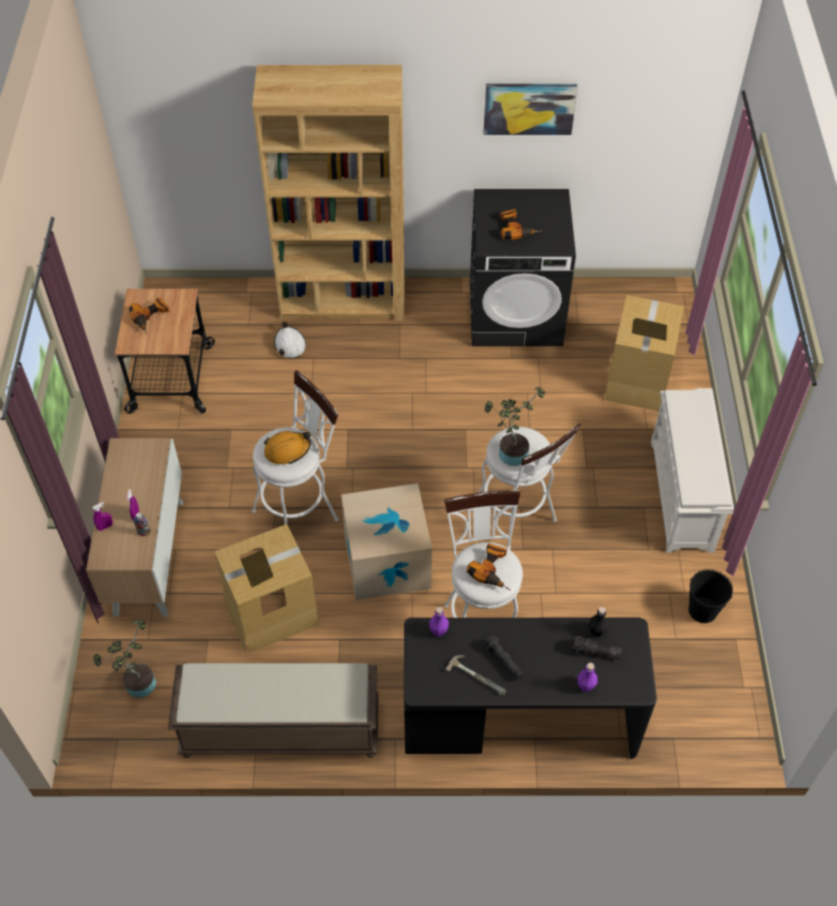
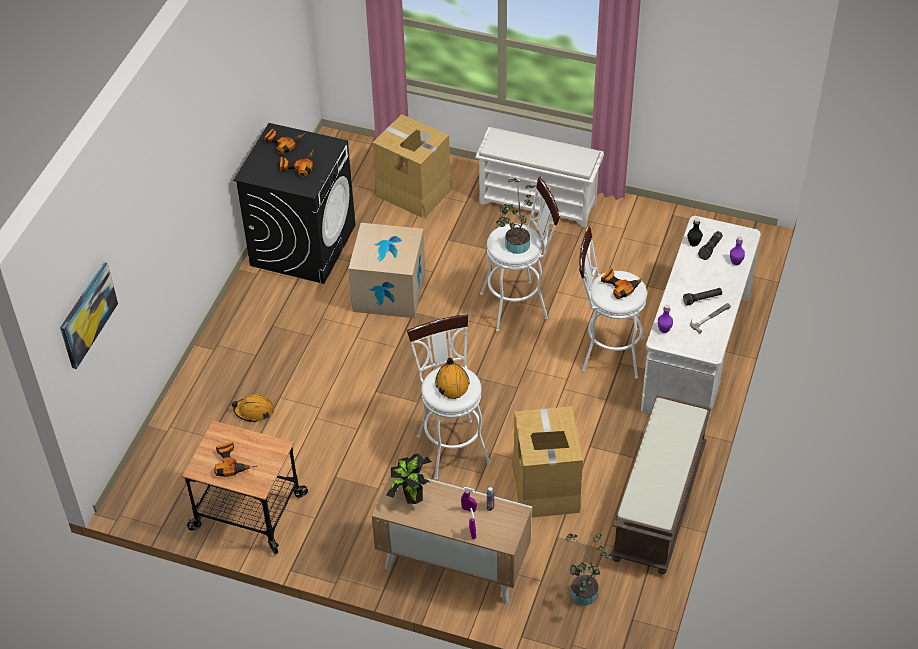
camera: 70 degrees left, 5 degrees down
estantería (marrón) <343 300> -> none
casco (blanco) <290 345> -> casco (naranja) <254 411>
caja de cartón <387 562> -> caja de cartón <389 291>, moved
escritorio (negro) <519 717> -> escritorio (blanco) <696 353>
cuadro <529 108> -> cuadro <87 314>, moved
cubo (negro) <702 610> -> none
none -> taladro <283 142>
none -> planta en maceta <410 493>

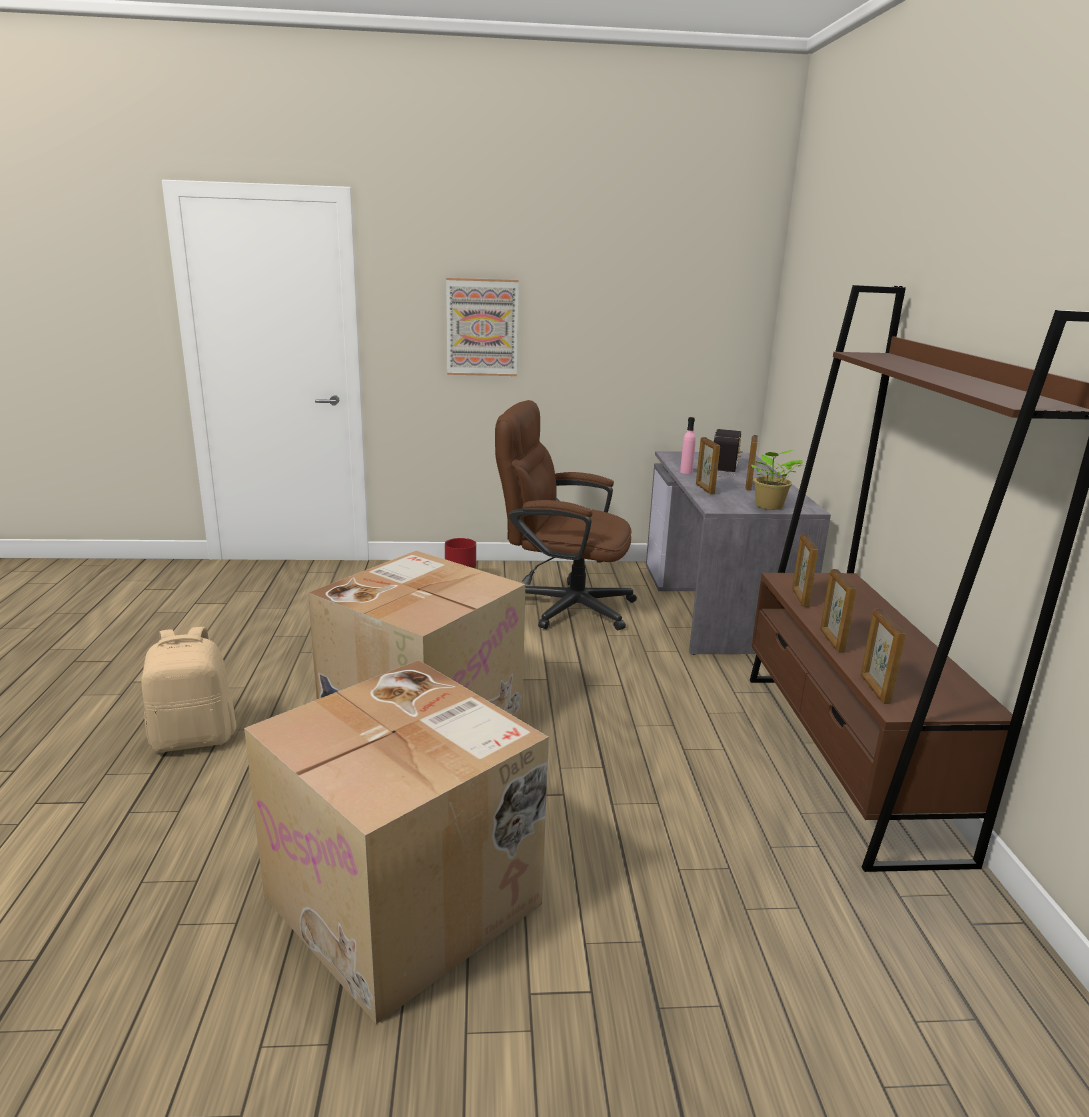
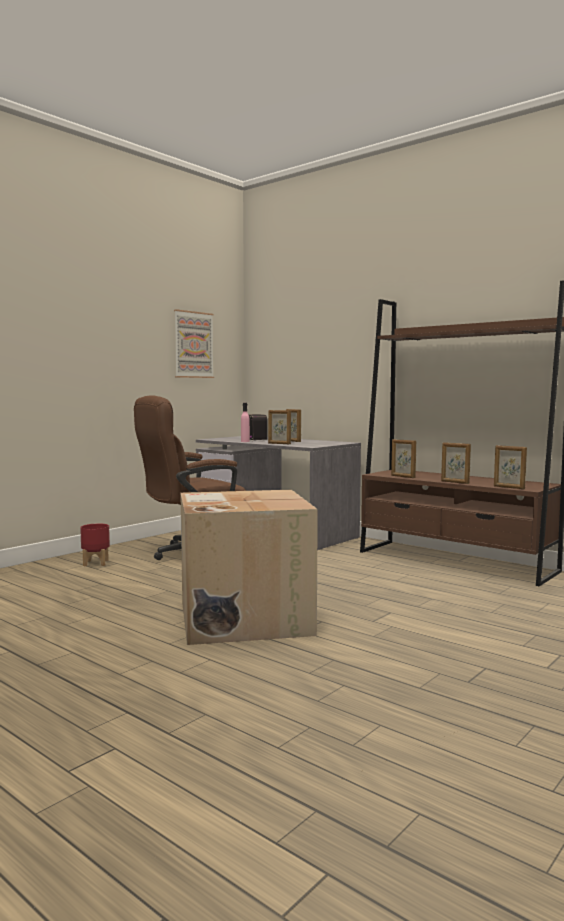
camera: 45 degrees left, 15 degrees down
mochila (beis) <194 738> -> none
caja de cartón <407 900> -> none
cuadro <482 327> -> cuadro <193 345>, moved
planta en maceta <769 507> -> none

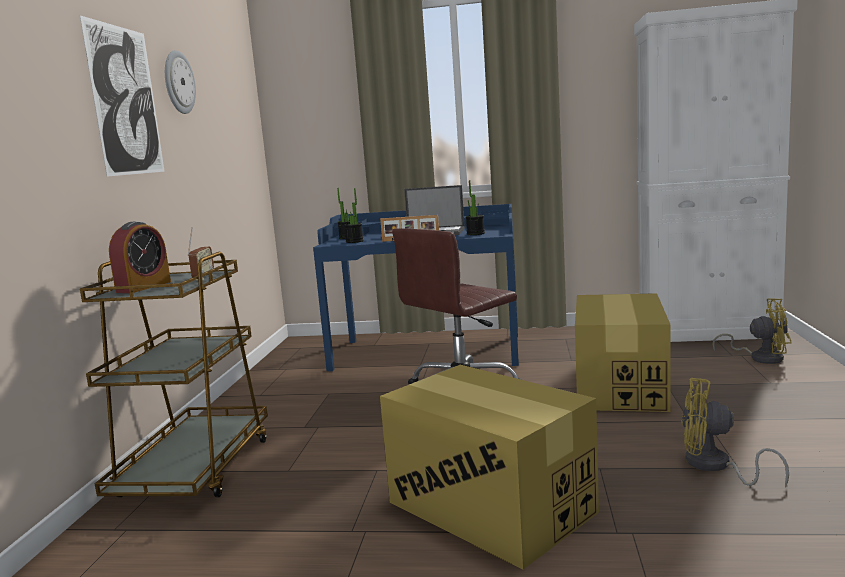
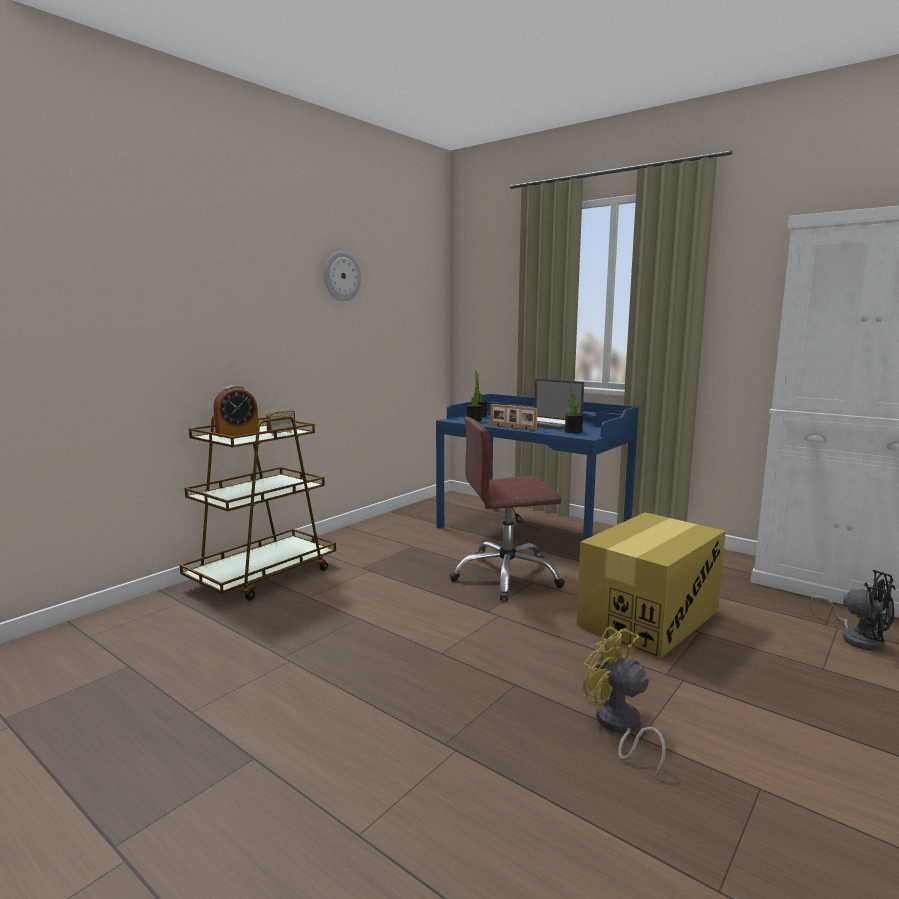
camera: 30 degrees right, 0 degrees up
cuadro <125 101> -> none
caja de cartón <490 507> -> none
ventilador (amarillo) <760 357> -> ventilador (negro) <857 637>

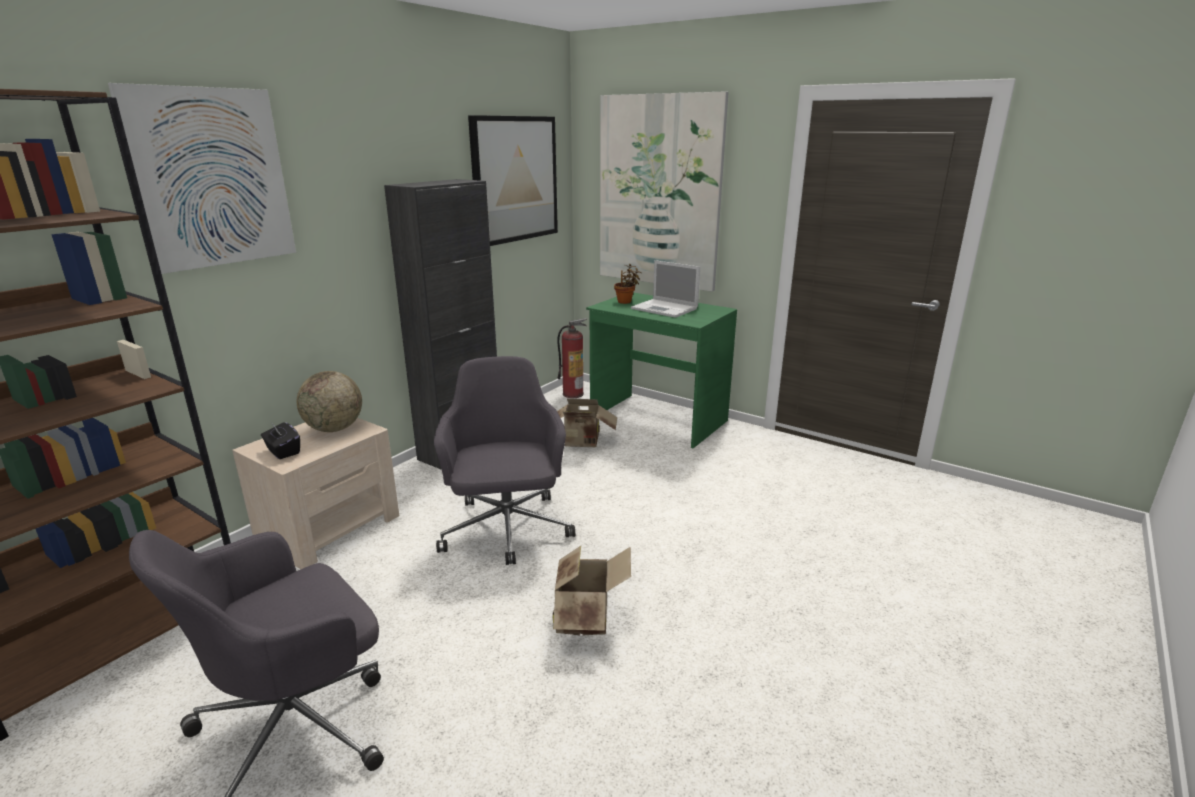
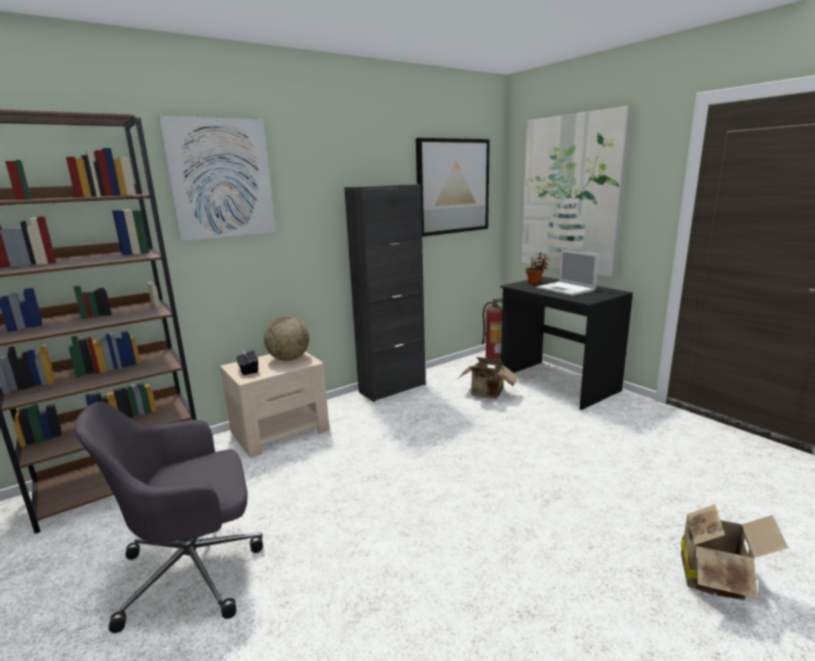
camera: 20 degrees right, 5 degrees down
silla de oficina (gris) <507 530> -> none
caja de cartón <588 617> -> caja de cartón <716 577>, moved
escritorio (verde) <657 420> -> escritorio (negro) <557 383>

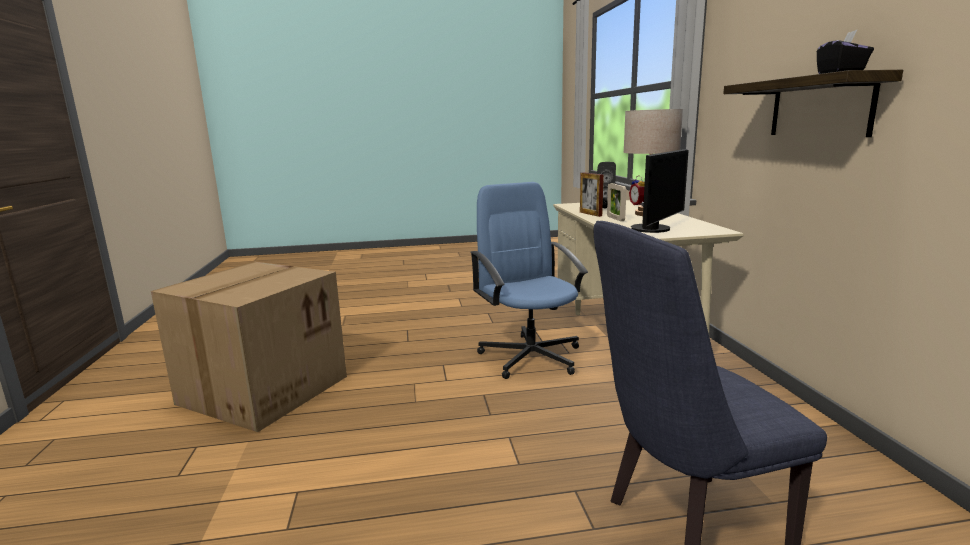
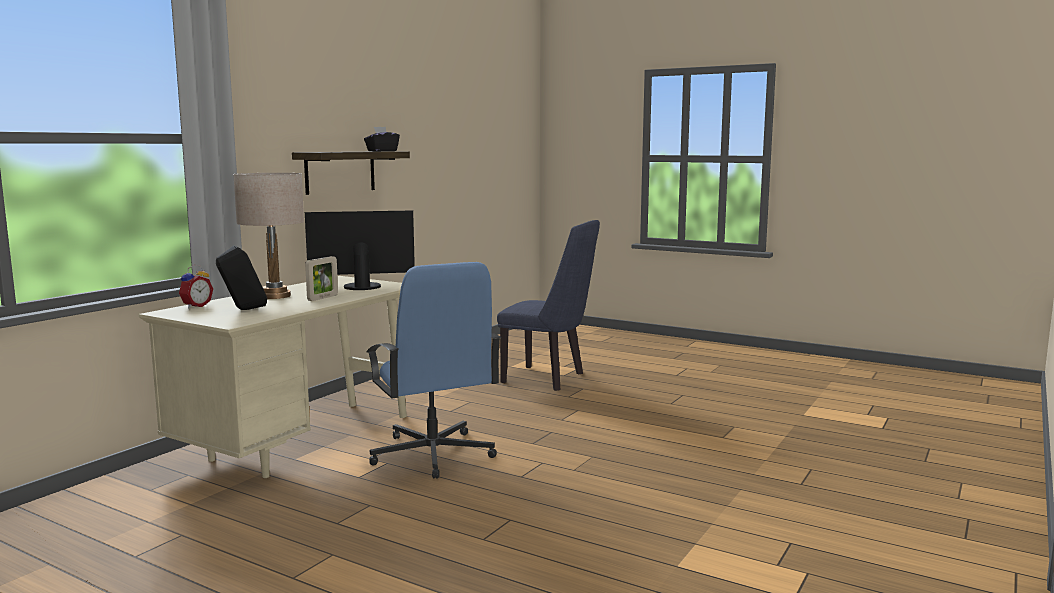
camera: 140 degrees left, 5 degrees down
caja de cartón <264 388> -> none
silla de oficina (azul) <530 356> -> silla de oficina (azul) <432 455>, 45 degrees counterclockwise
portarretratos <590 214> -> none

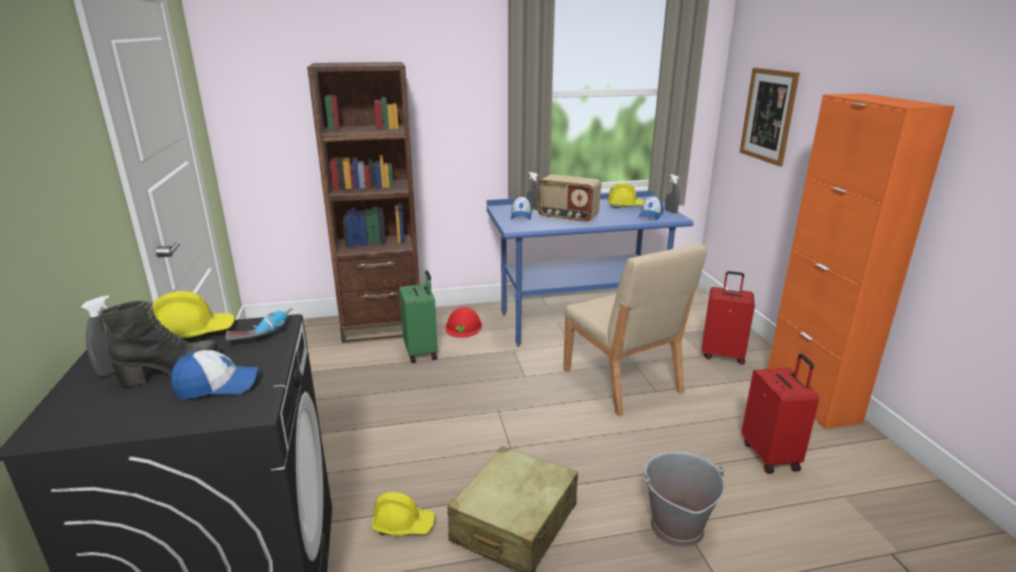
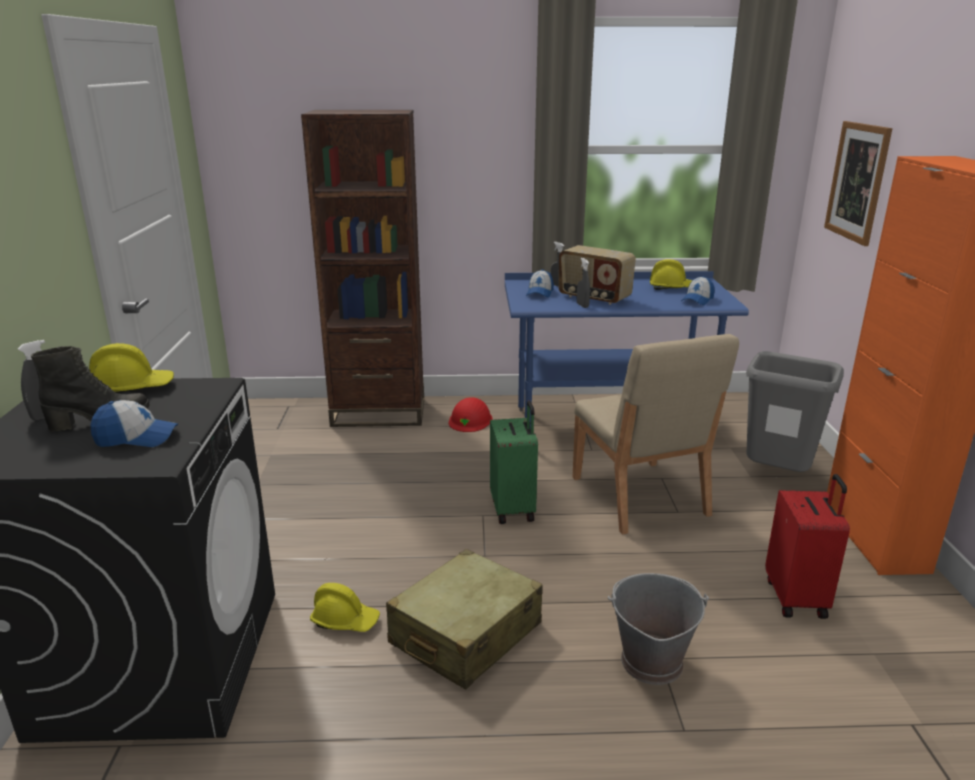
camera: 10 degrees right, 0 degrees up
taladro <263 332> -> none
maleta (verde) <422 352> -> maleta (verde) <514 509>, moved
pulverizador (gris) <670 212> -> pulverizador (gris) <582 305>, moved
maleta (rojo) <722 354> -> papelera (gris) <776 477>

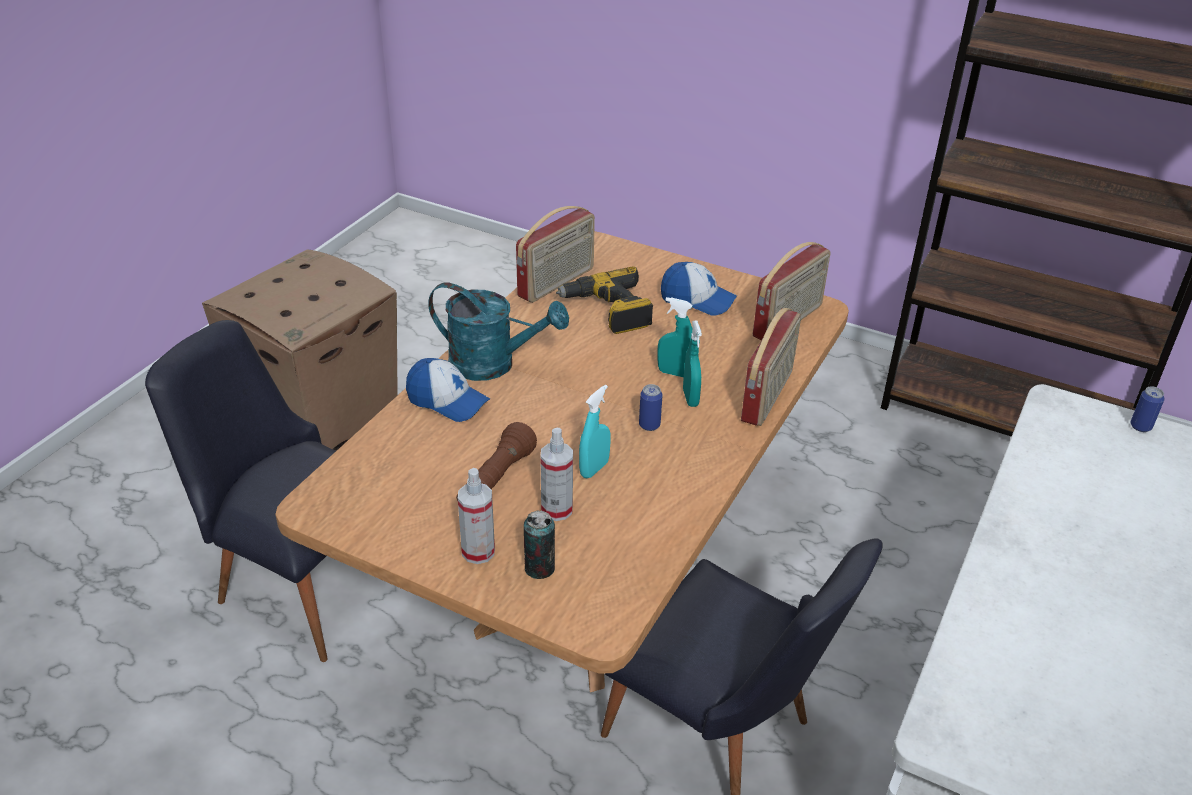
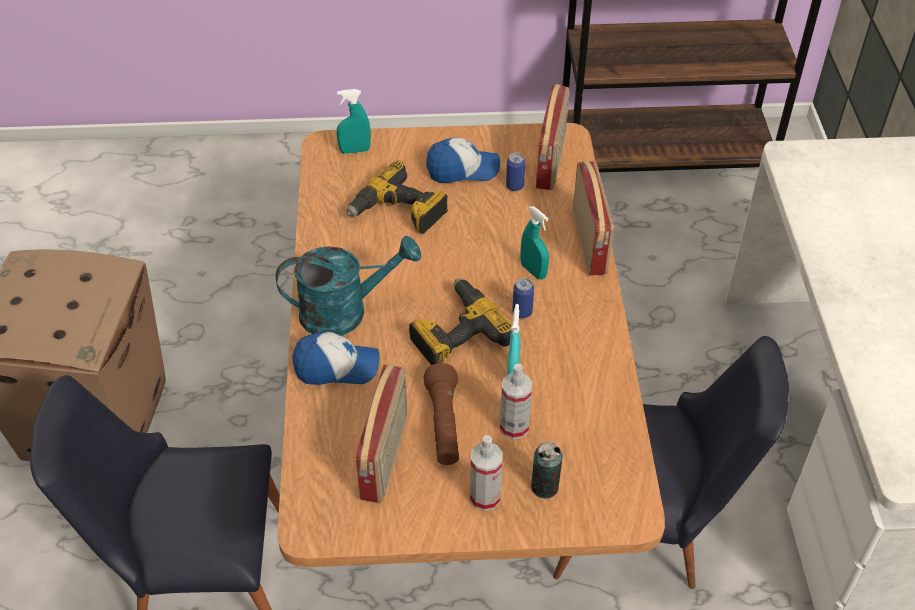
camera: 30 degrees left, 10 degrees up
radio <557 283> -> radio <386 456>, moved
pulverizador (turquesa) <674 373> -> pulverizador (turquesa) <355 150>, moved
lata <1140 426> -> lata <514 186>, moved
none -> taladro <455 333>

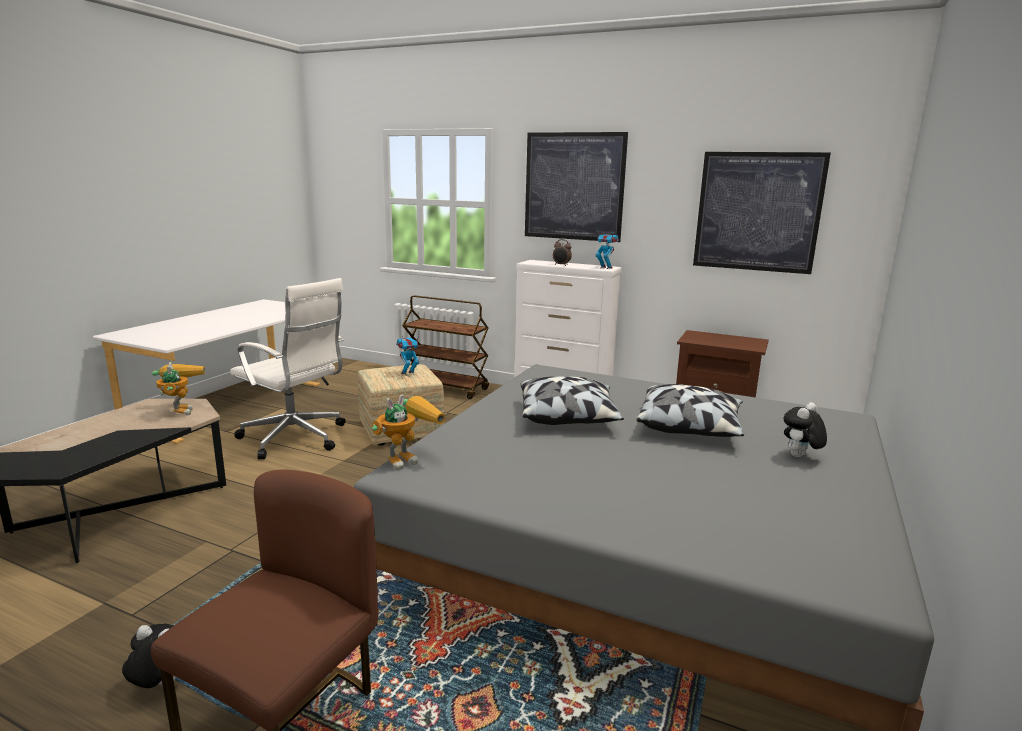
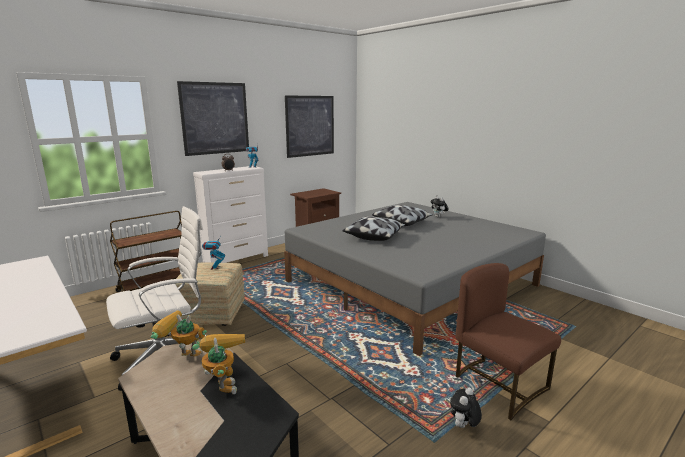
camera: 65 degrees left, 0 degrees up
robot de juguete <409 458> -> robot de juguete <222 384>, moved

